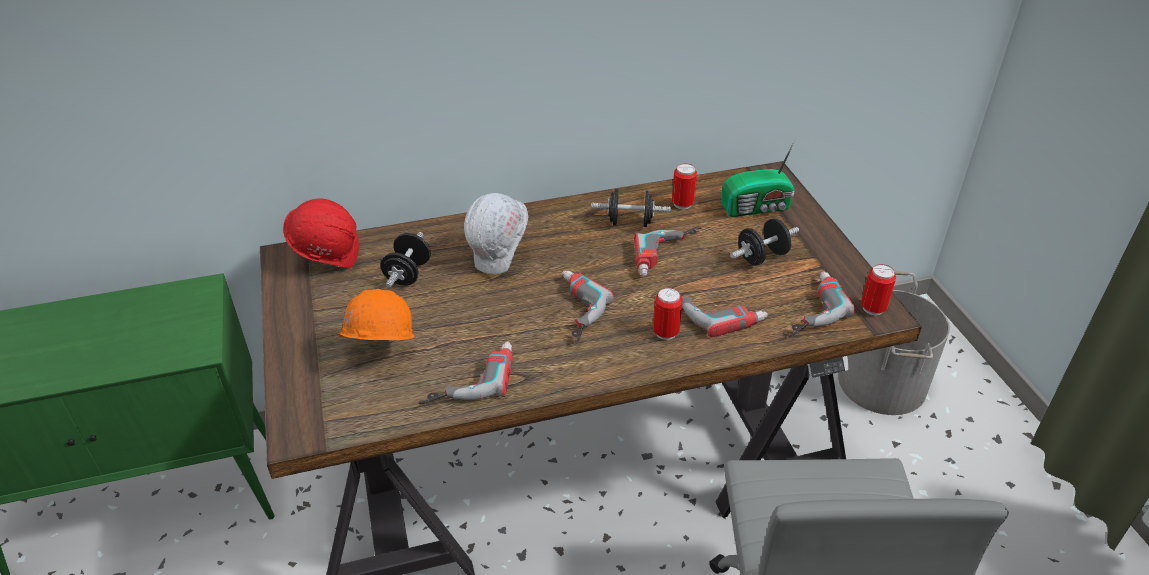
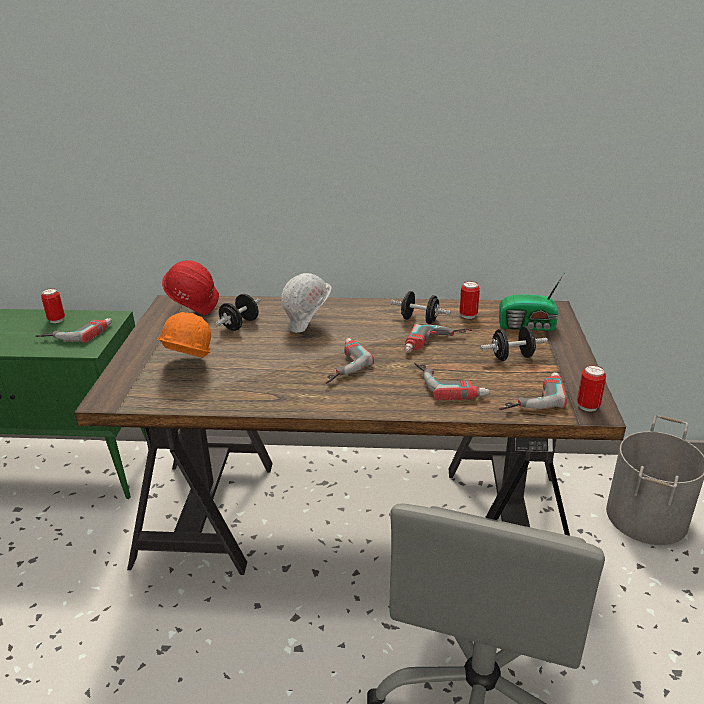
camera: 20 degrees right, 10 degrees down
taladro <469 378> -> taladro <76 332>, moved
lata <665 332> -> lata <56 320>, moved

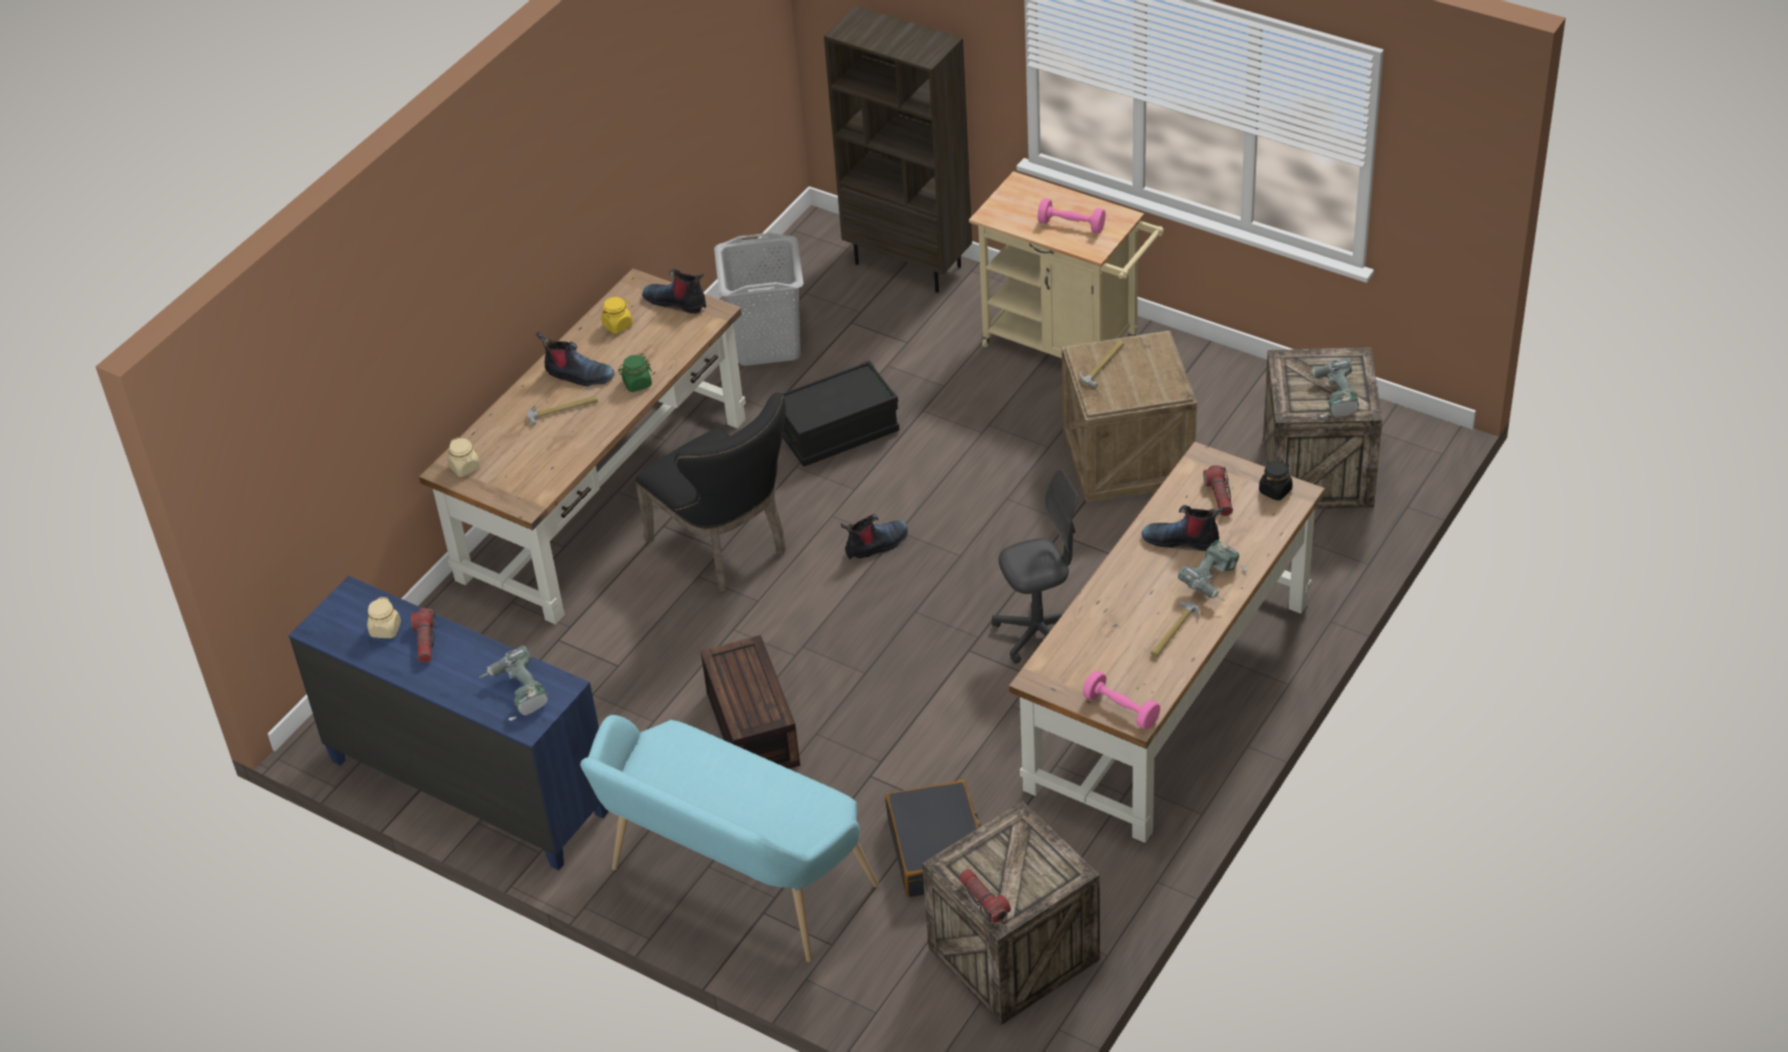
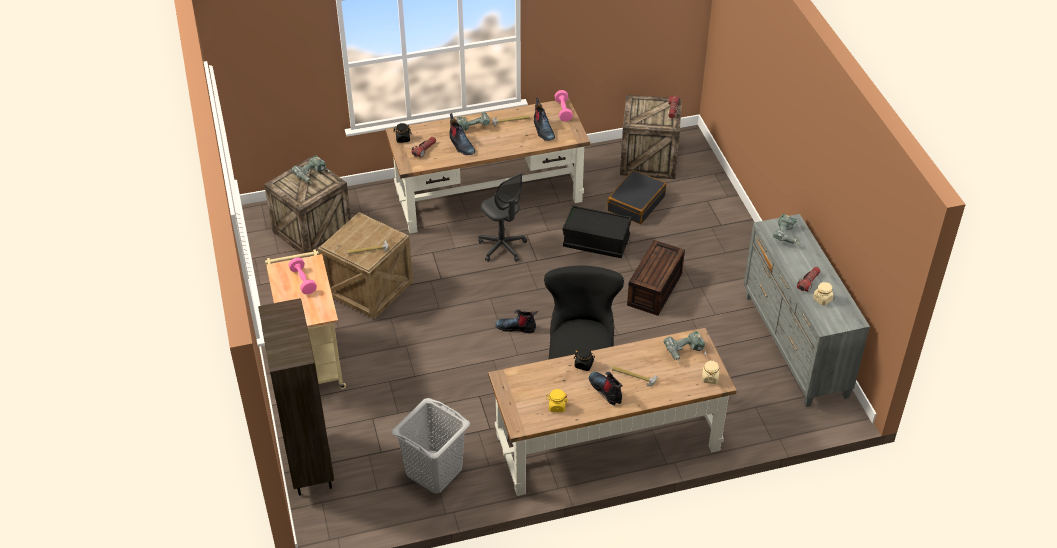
camera: 140 degrees left, 0 degrees up
cómoda (azul) <469 785> -> cómoda (gris) <794 346>
banco (turquesa) <733 883> -> none
tarro (verde) <637 384> -> tarro (negro) <584 364>
bota <676 302> -> bota <543 130>, moved
caja de almacenaje (negro) <838 432> -> caja de almacenaje (negro) <596 242>, moved
silla de oficina (gris) <1040 633> -> silla de oficina (gris) <502 247>, 150 degrees counterclockwise
none -> taladro <685 353>

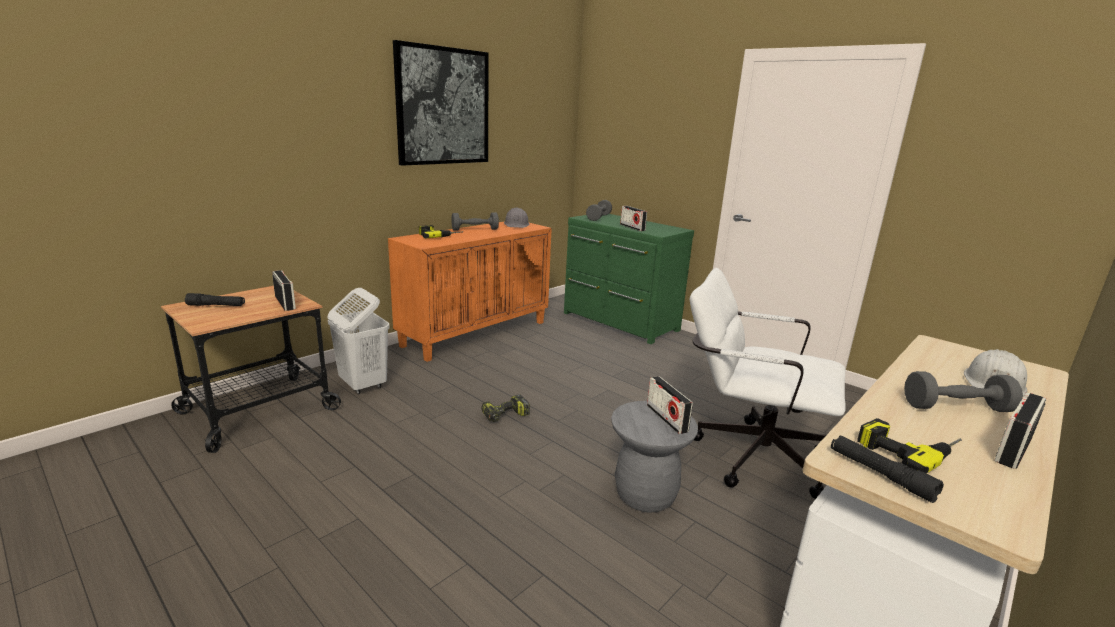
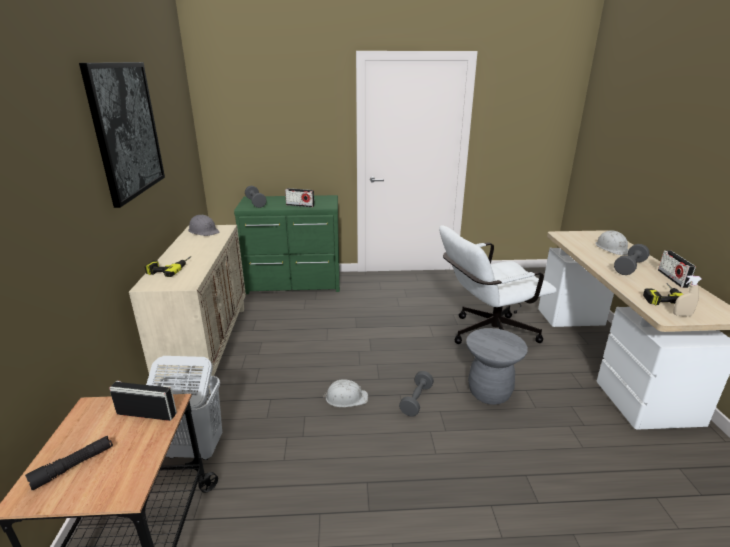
camera: 45 degrees left, 5 degrees up
armario (naranja) <476 333> -> armario (beis) <207 346>
mancuerna (gris) <475 230> -> mancuerna (gris) <416 400>, moved
taladro <505 416> -> casco (blanco) <346 398>
radio <666 418> -> none
linterna (negro) <880 474> -> pulverizador (beis) <682 315>

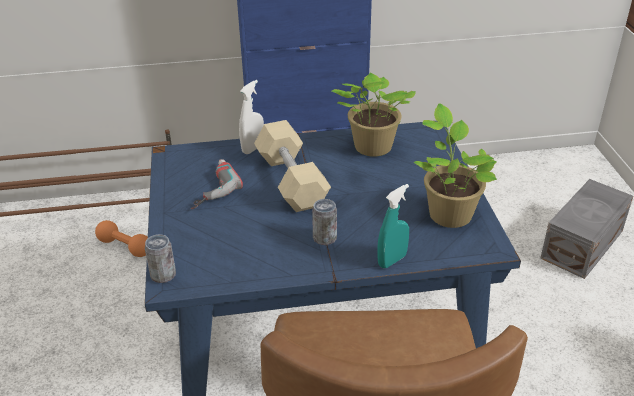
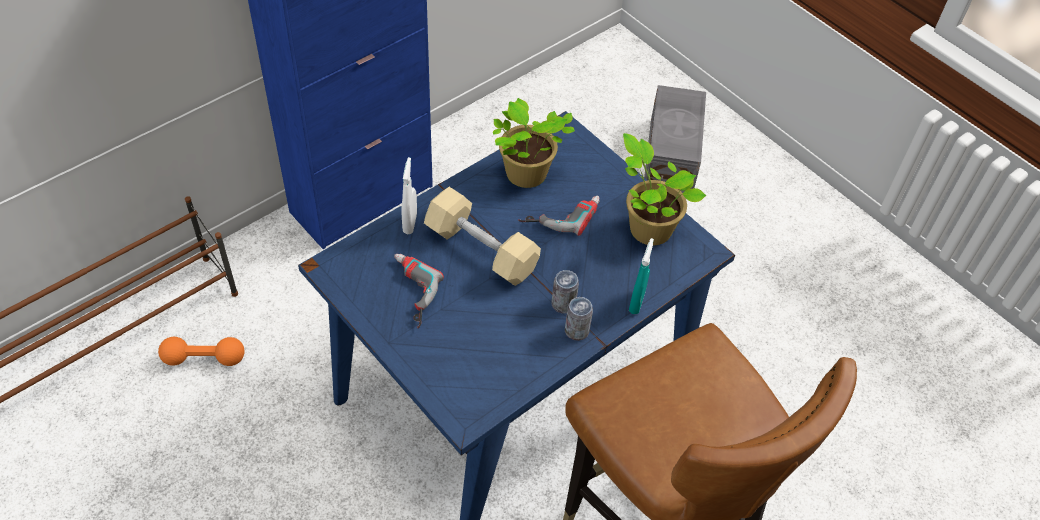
camera: 35 degrees left, 15 degrees up
lata <163 275> -> lata <576 331>, moved
none -> taladro <560 213>

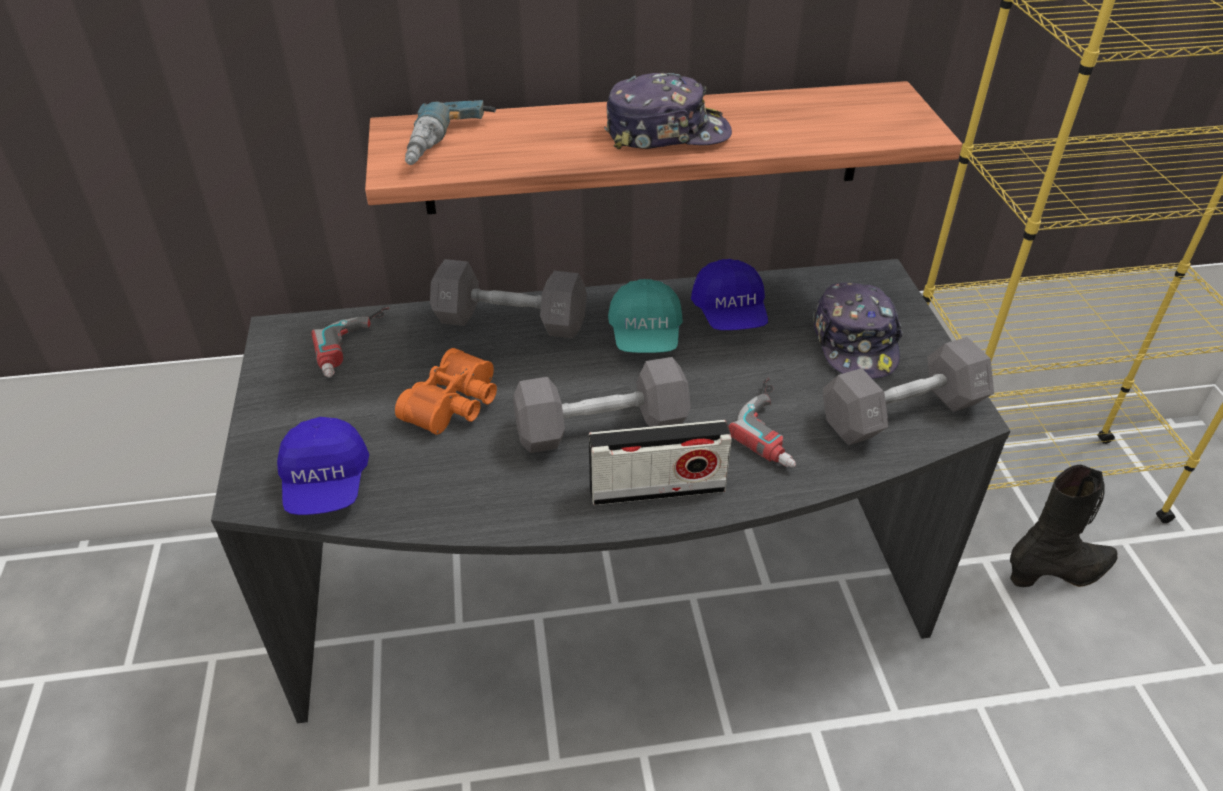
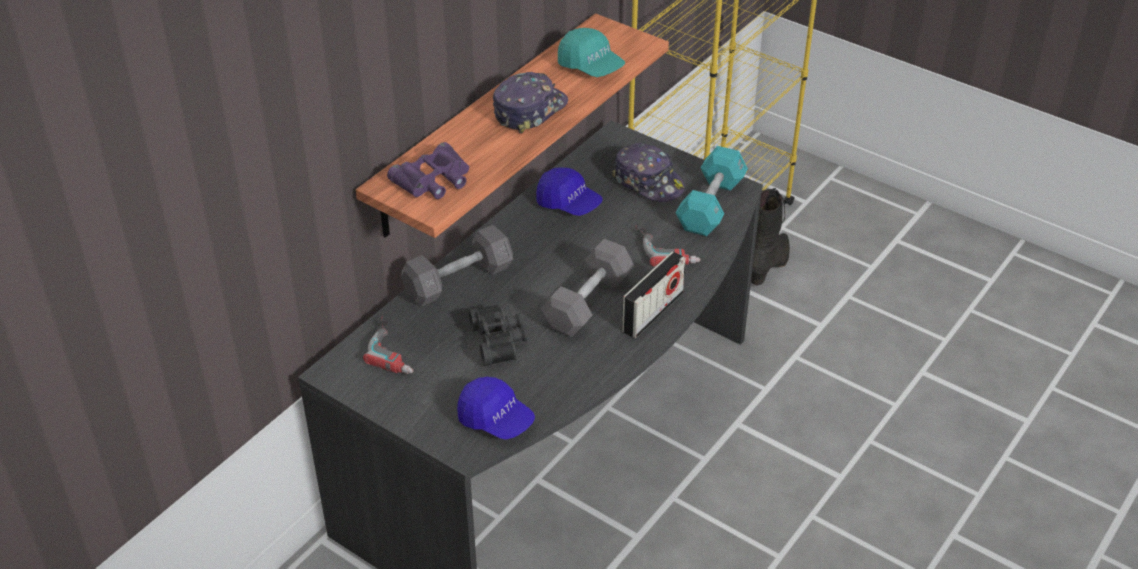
camera: 45 degrees left, 0 degrees up
prismáticos (naranja) <456 405> -> prismáticos (negro) <500 341>
taladro <450 146> -> prismáticos (morado) <434 180>
gorra (turquesa) <645 336> -> gorra (turquesa) <591 67>, moved
mancuerna (gris) <902 413> -> mancuerna (turquesa) <710 205>

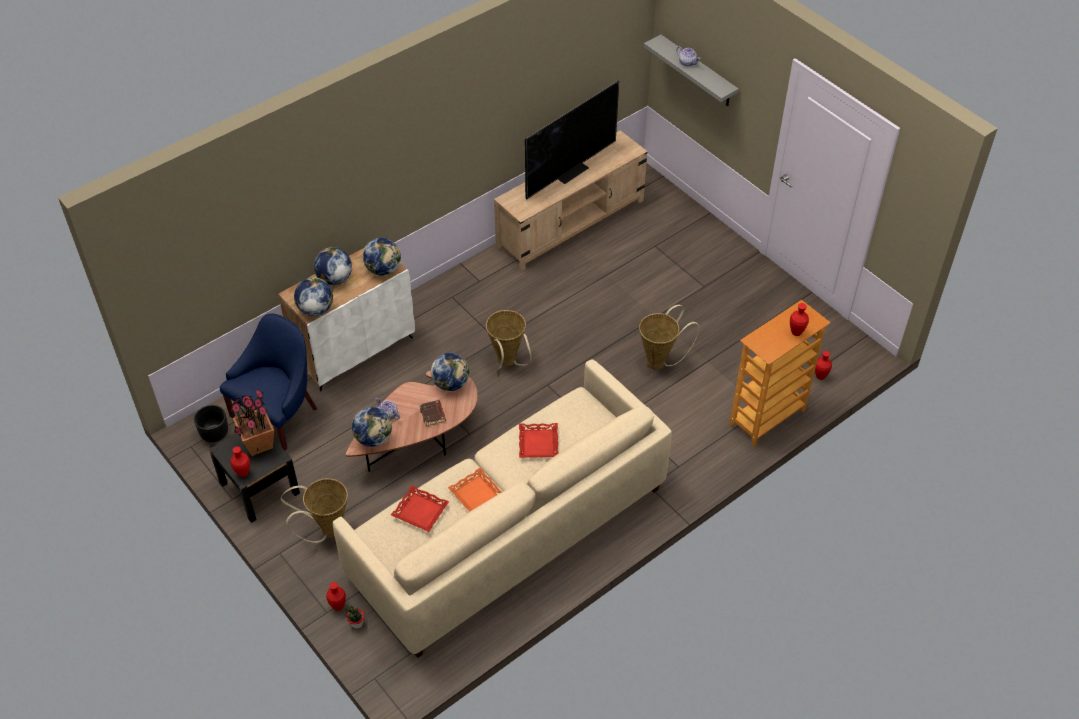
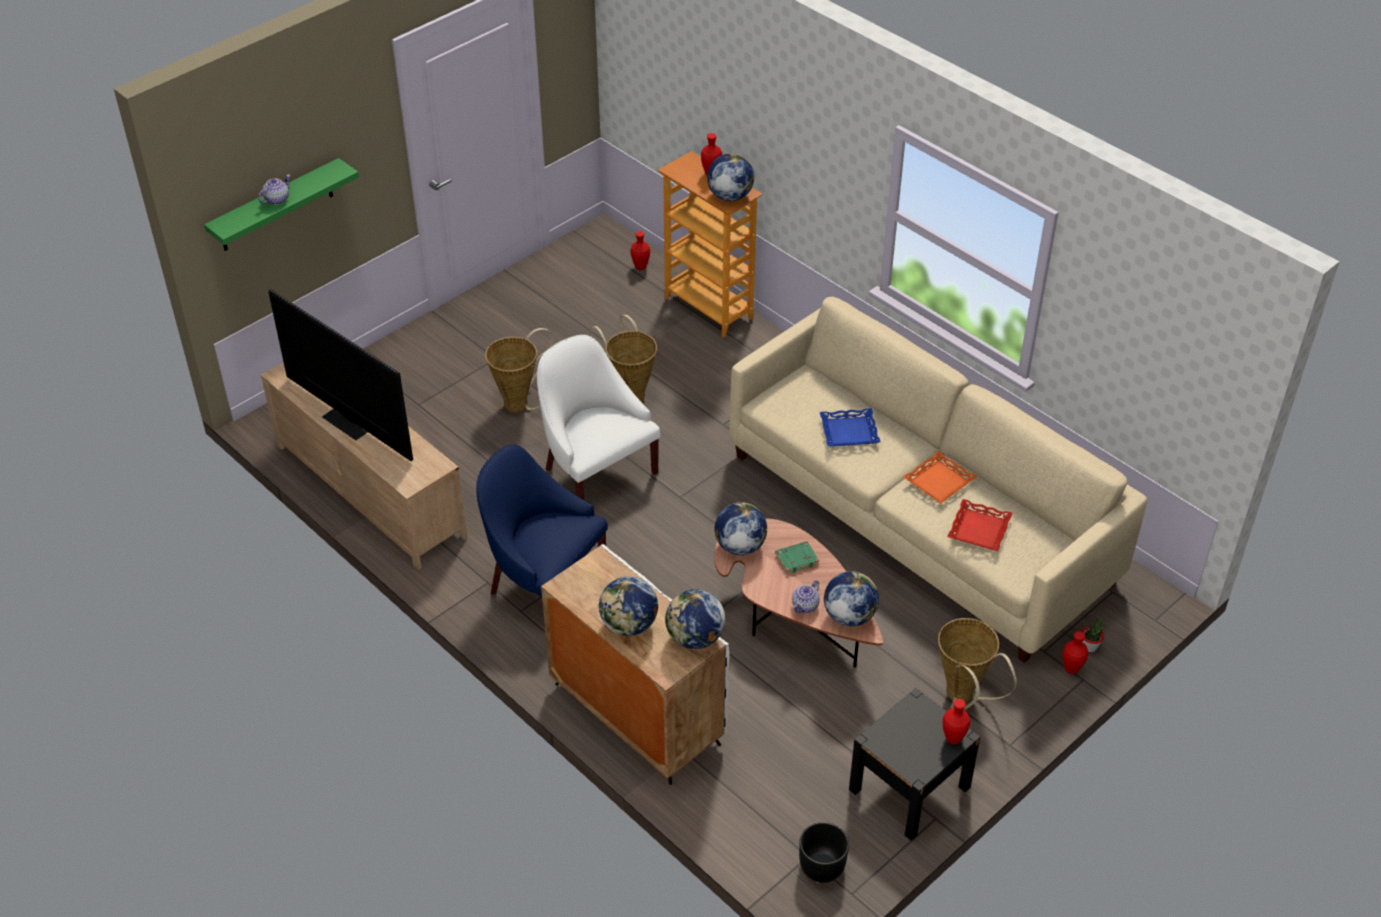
camera: 95 degrees left, 5 degrees down
sillón (azul) <278 413> -> sillón (azul) <543 582>, moved
planta en maceta <258 444> -> none
globo terráqueo <383 269> -> globo terráqueo <729 196>, moved
libro (marrón) <433 414> -> libro (verde) <797 559>
cesta <507 364> -> cesta <522 404>, moved
bandeja (rojo) <538 443> -> bandeja (azul) <849 432>
estante (gris) <697 72> -> estante (verde) <276 206>
none -> sillón (blanco) <595 472>

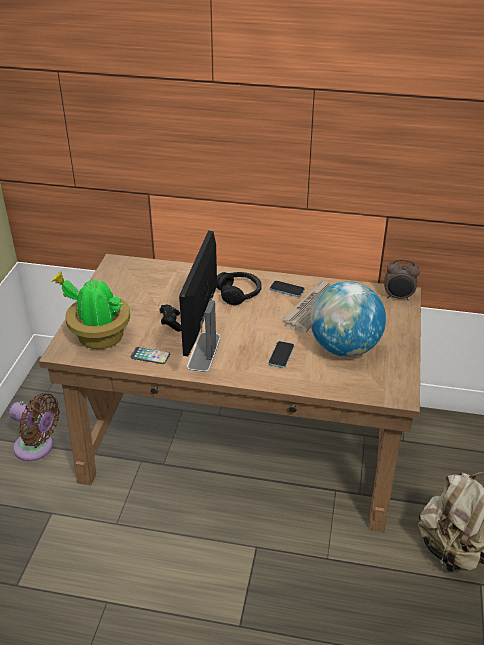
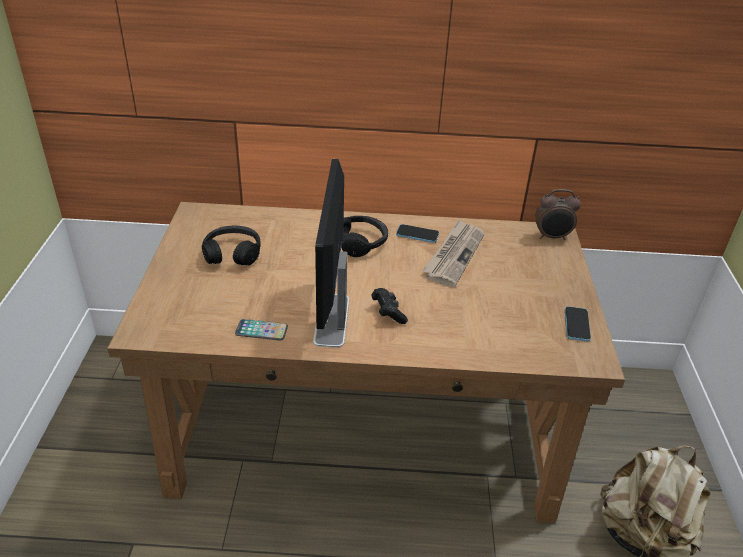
camera: 10 degrees left, 0 degrees up
ventilador (marrón) <37 448> -> none
planta en maceta <98 337> -> none
mando de consola (negro) <171 323> -> mando de consola (negro) <388 312>, moved
móvil <281 355> -> móvil <577 325>, moved
globo terráqueo <344 348> -> none
none -> auriculares (negro) <232 253>

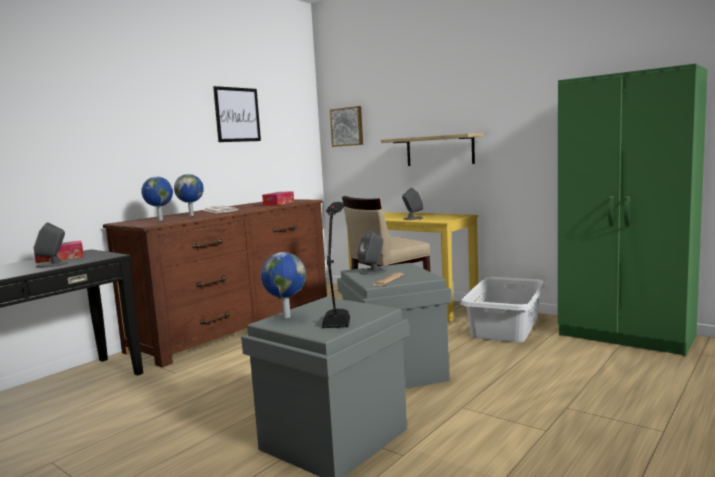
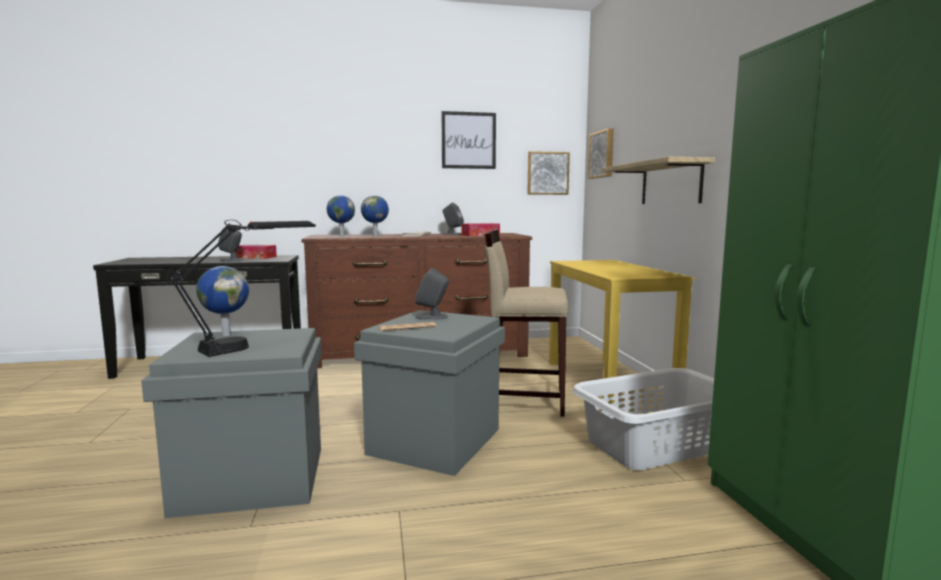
camera: 40 degrees right, 0 degrees up
altavoz (gris) <413 218> -> altavoz (gris) <453 234>, moved
none -> cuadro <547 173>

